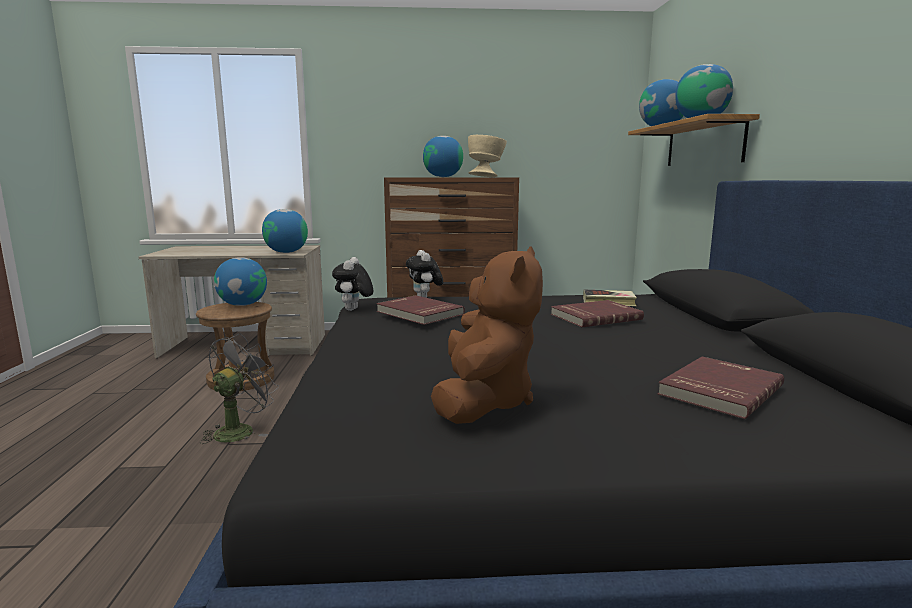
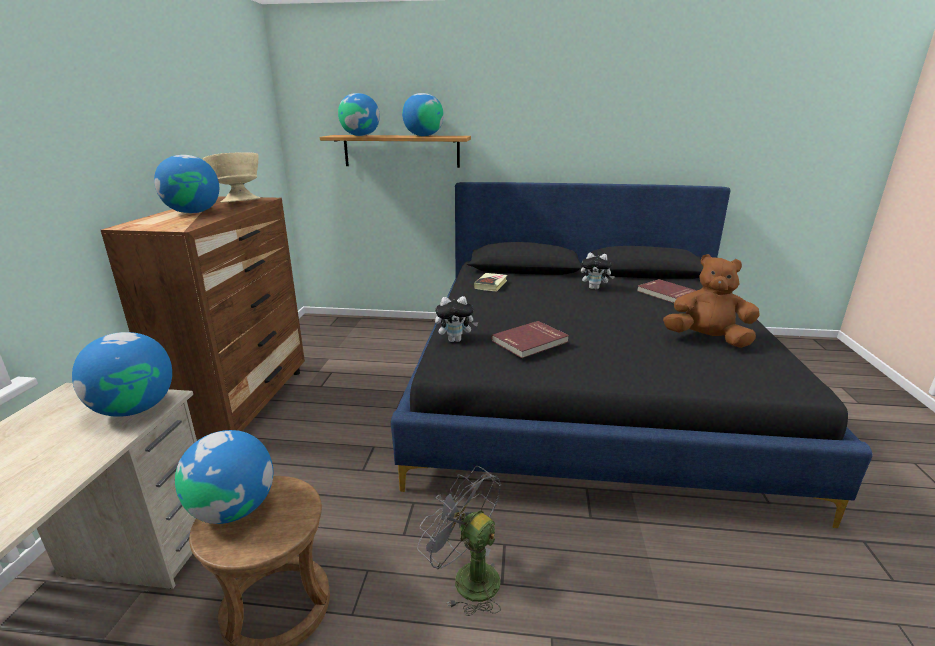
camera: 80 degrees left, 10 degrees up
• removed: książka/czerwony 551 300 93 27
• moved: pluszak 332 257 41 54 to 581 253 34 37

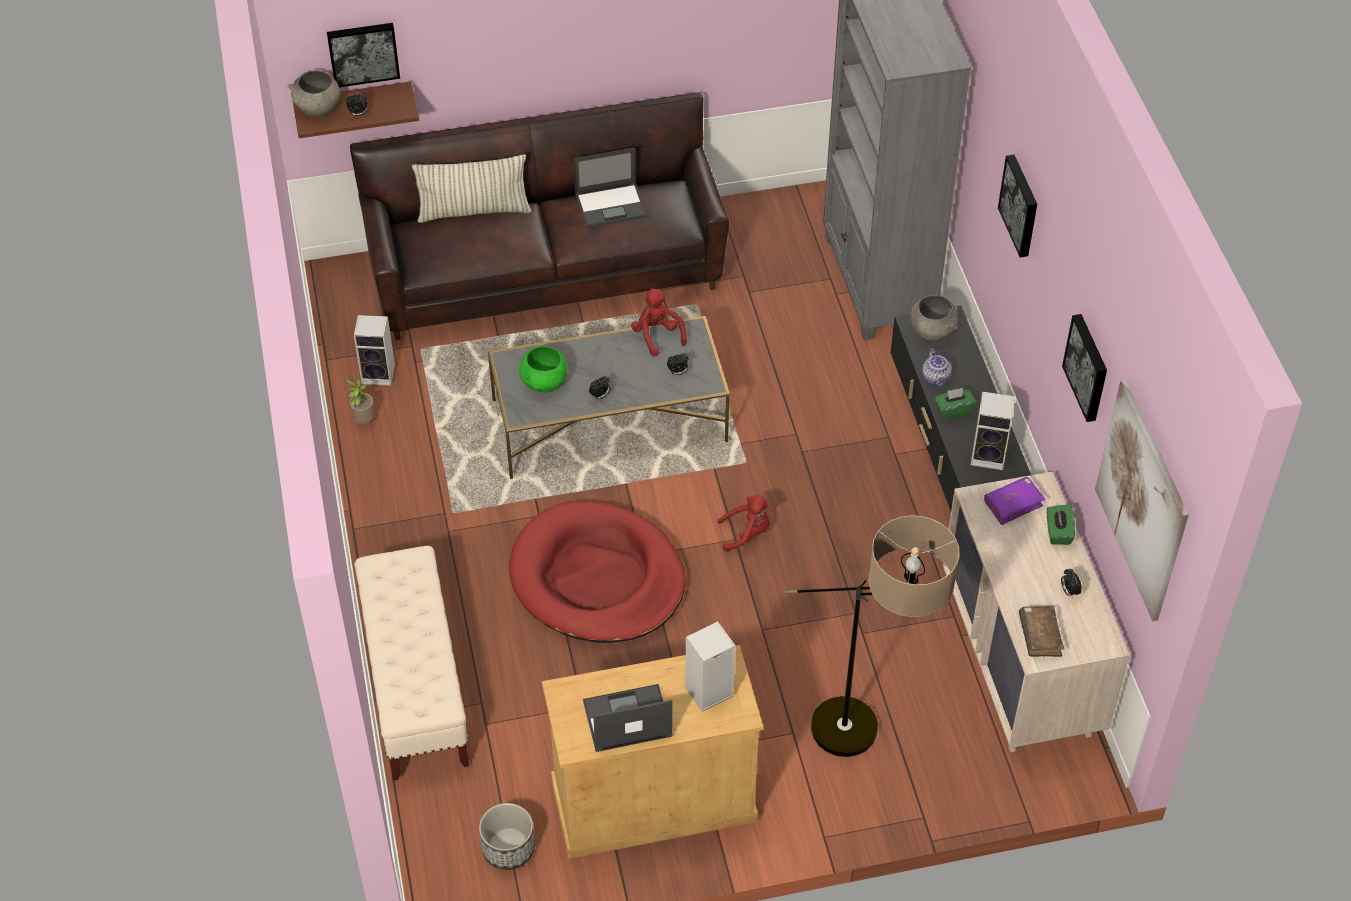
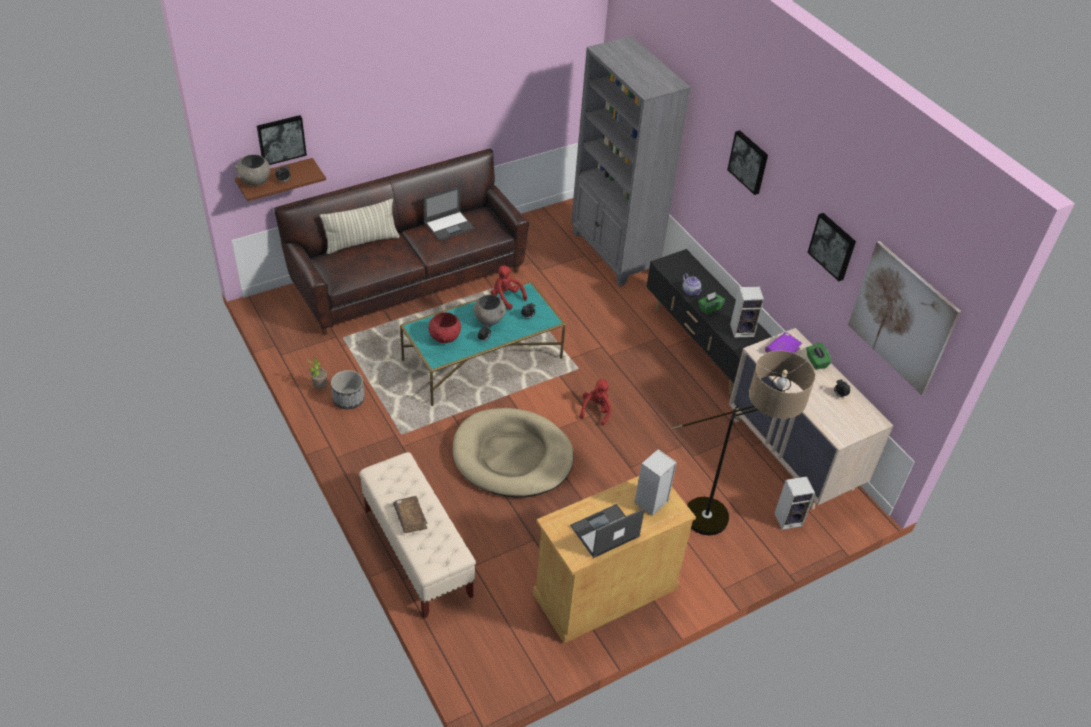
camera: 20 degrees left, 5 degrees down
• moved: głośnik 354 315 41 71 to 774 476 41 54
• moved: donica 479 803 56 67 to 331 370 34 39
• moved: miska/szary 910 295 48 47 to 474 295 32 31
• moved: książka/brązowy 1019 606 45 51 to 393 496 35 37
• recoloured: ława/szary 488 316 242 163 to ława/turkusowy 400 282 166 124
• recoloured: legowisko/czerwony 509 501 177 142 to legowisko/beżowy 453 408 121 89
• recoloured: miska/zielony 519 346 48 47 to miska/czerwony 429 312 32 31
• turned: pluszak/czerwony 718 495 53 57 = 580 380 32 46 45 degrees counterclockwise

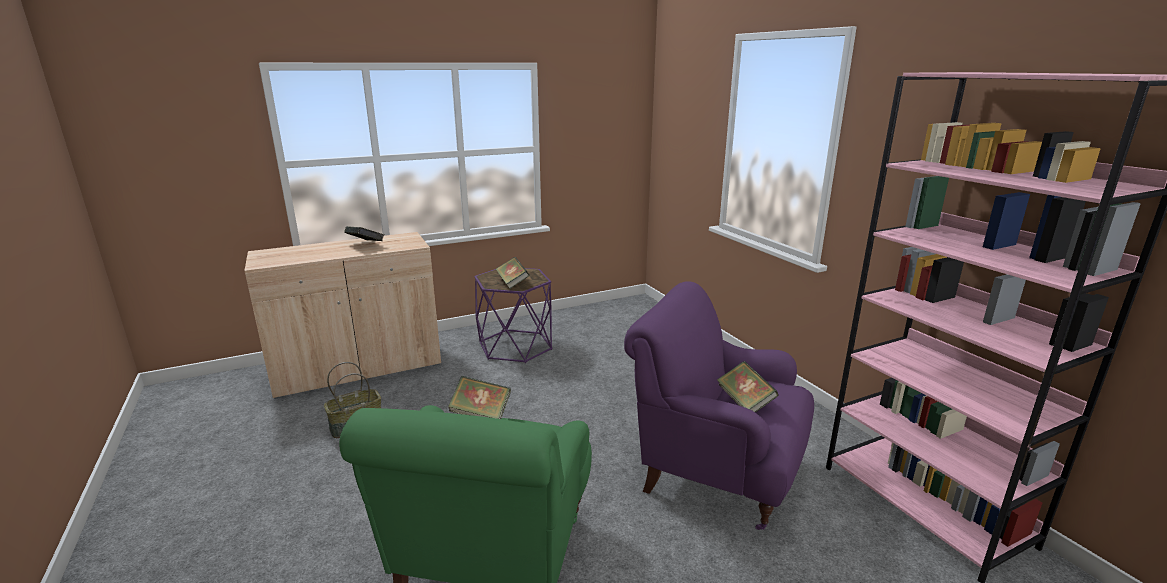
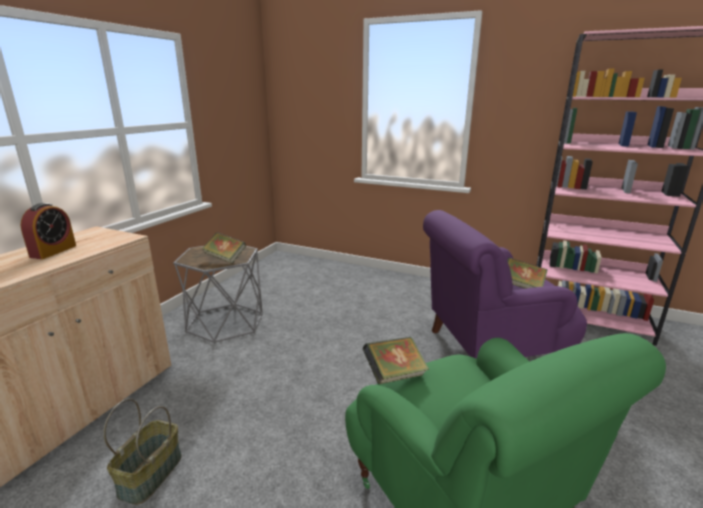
camera: 40 degrees left, 0 degrees up
• replaced: książka 344 226 40 15 to budzik 21 203 55 56
• recoloured: stolik/fioletowy 474 268 78 95 to stolik/szary 173 246 90 98

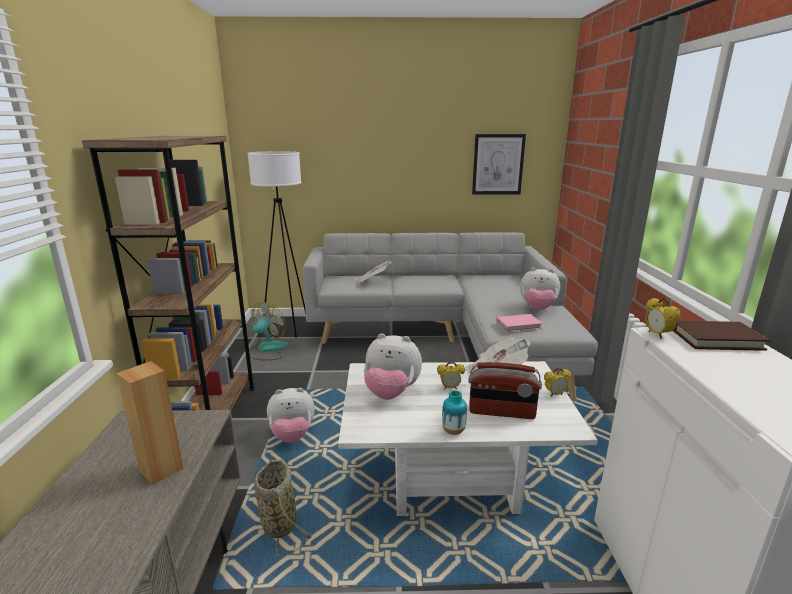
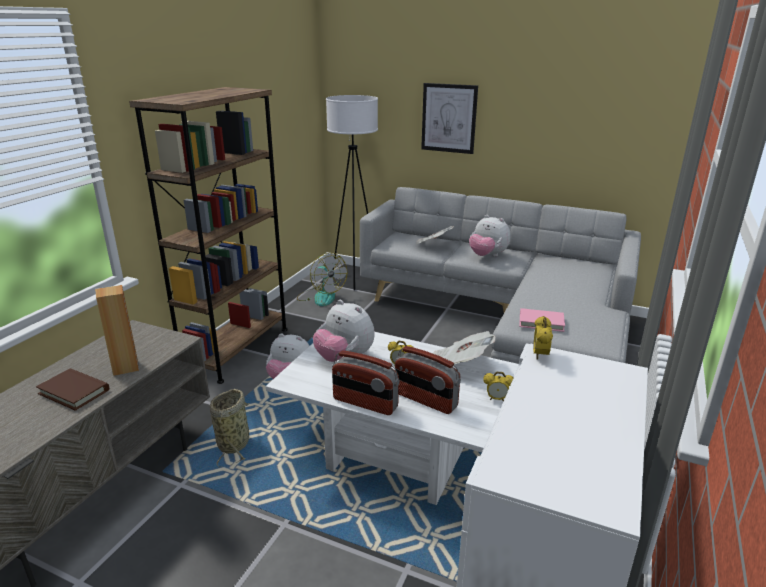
camera: 25 degrees right, 5 degrees up
• moved: obraz 472 134 54 61 to 421 83 57 71
• moved: pluszak 520 267 40 43 to 469 215 42 42
• moved: książka/brązowy 673 321 97 30 to 36 369 73 42
• replaced: wazon 442 390 25 45 to radio 332 350 68 65
• turned: wentylator 250 302 39 58 = 297 253 50 53 90 degrees clockwise

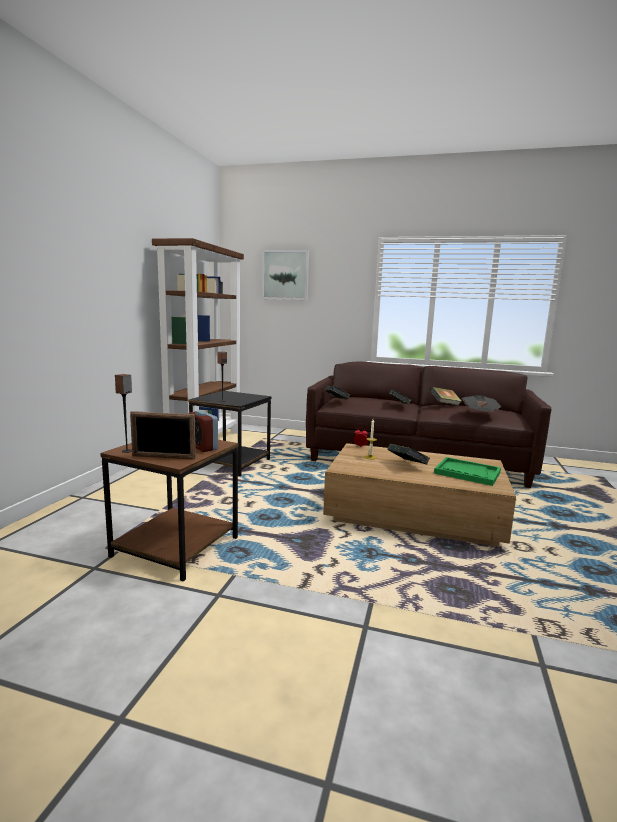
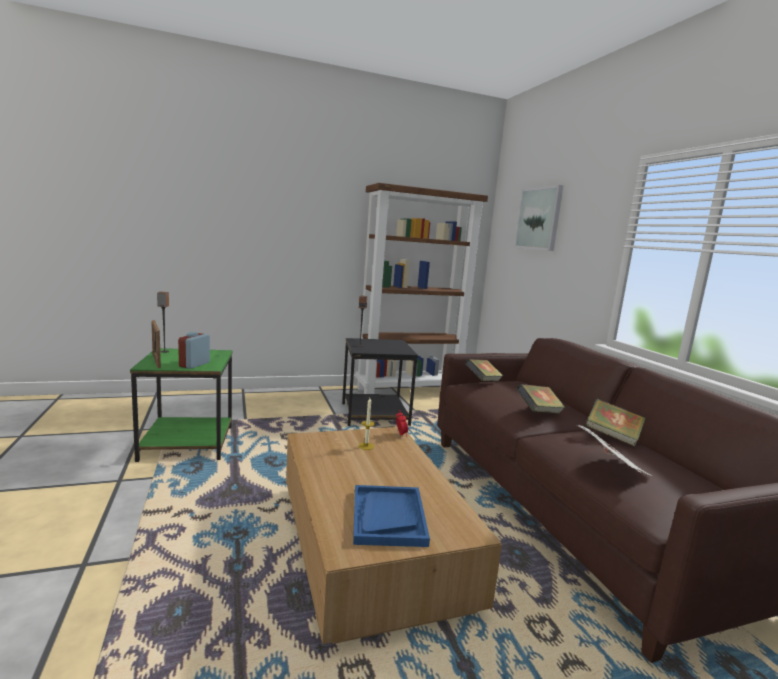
camera: 55 degrees right, 0 degrees up
• removed: książka 387 444 43 21
• recoloured: stolik/brązowy 100 440 138 141 to stolik/zielony 130 348 103 114
• recoloured: taca/zielony 434 457 67 29 to taca/niebieski 353 485 77 62

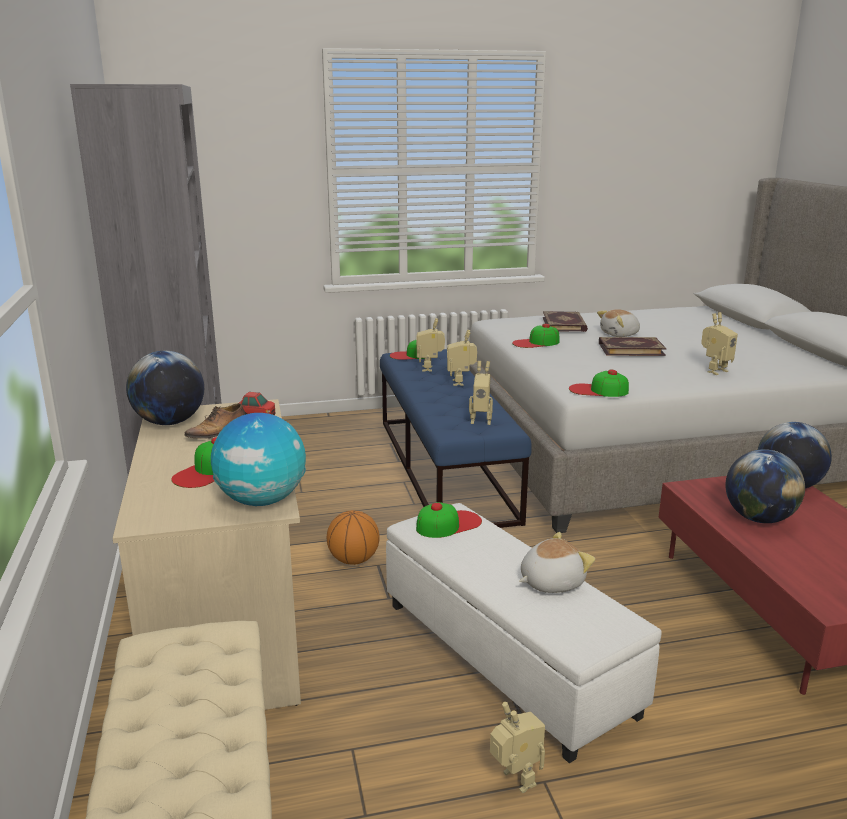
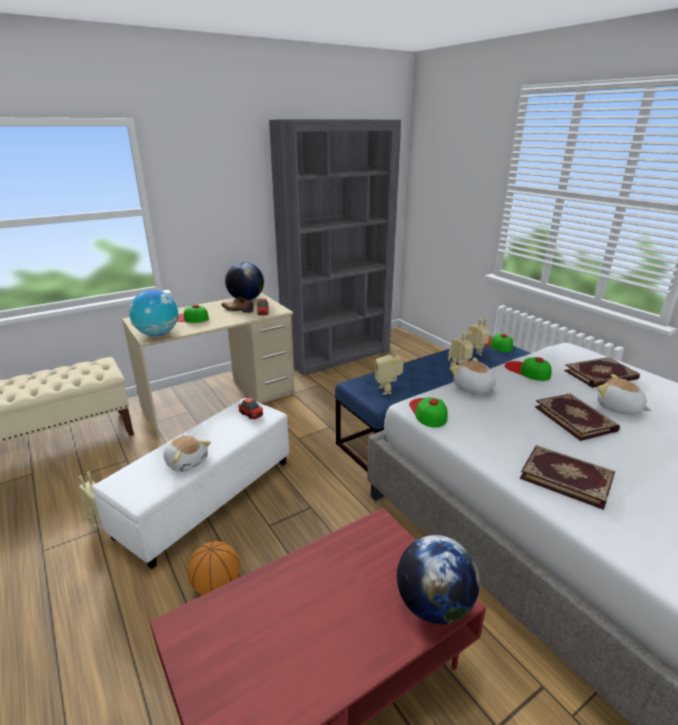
camera: 70 degrees right, 5 degrees up
• removed: globus 726 449 79 74
• added: pluszak 450 357 46 37
• moved: piłka do koszykówki 327 510 53 55 to 187 541 53 54
• replaced: czapka z daszkiem 416 502 66 36 to samochodzik 238 397 25 22
• replaced: robot zabawkowy 701 312 37 63 to książka 520 445 95 65

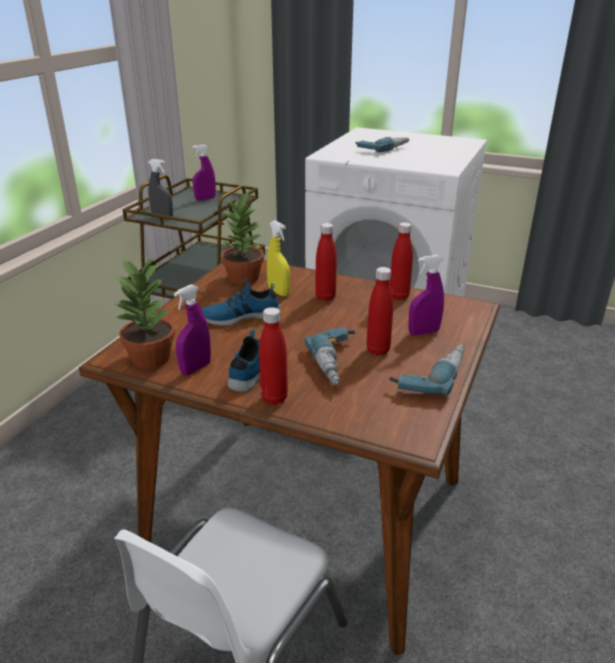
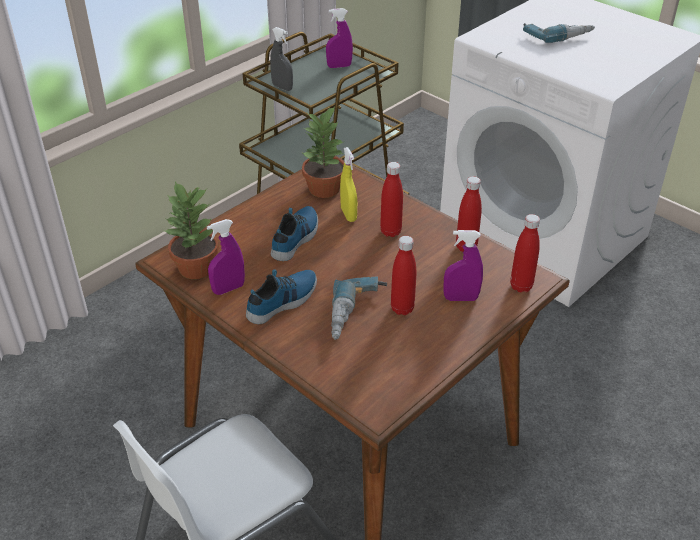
camera: 20 degrees right, 10 degrees up
• removed: wiertarka 389 345 75 51
• moved: butelka/czerwony 259 307 29 98 to 510 214 30 79
• turned: but 201 278 80 48 = 271 206 47 55 105 degrees clockwise

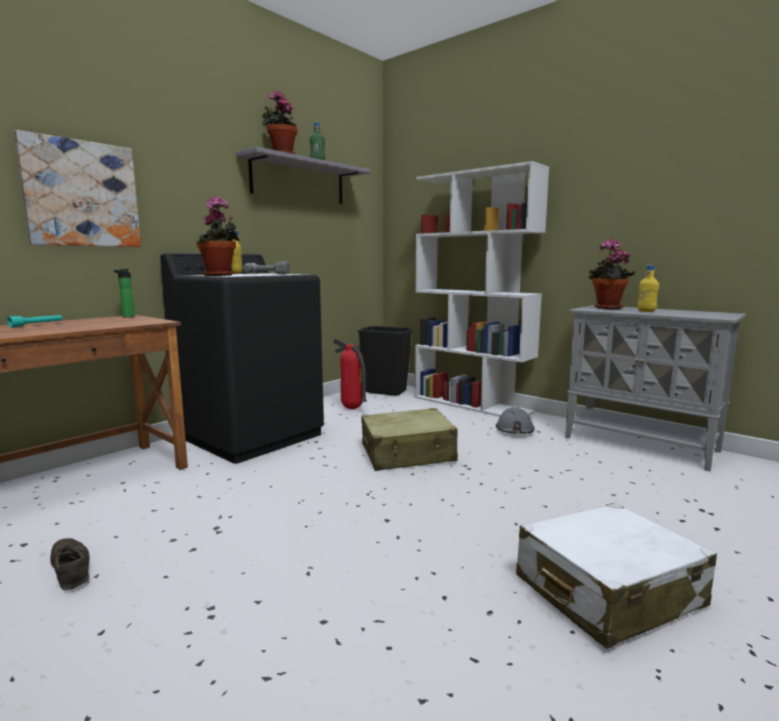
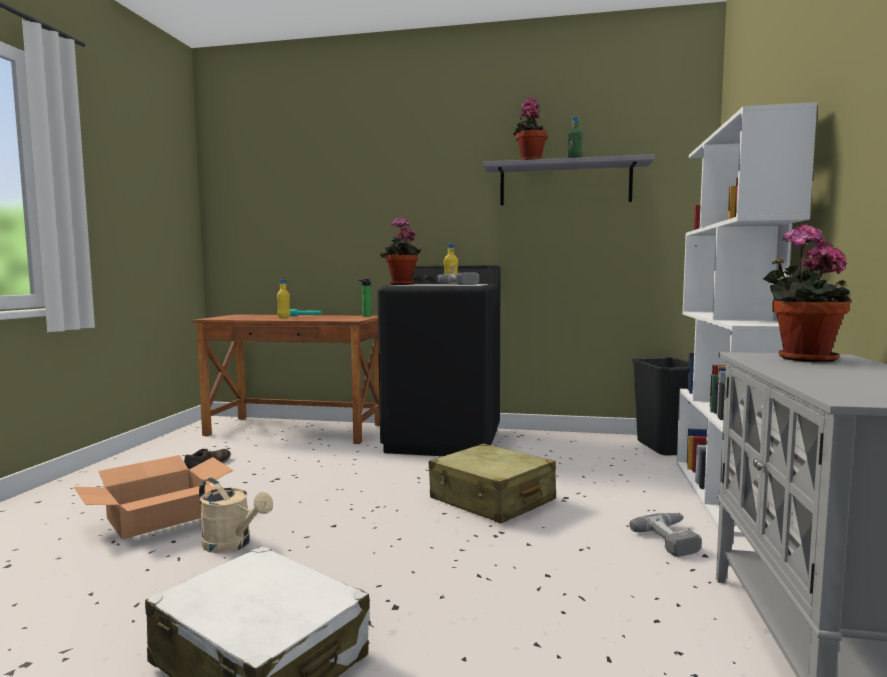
camera: 60 degrees right, 5 degrees down
• removed: obraz 14 130 127 117
• removed: gaśnica 333 339 34 70
• added: karton 74 455 160 84
• added: konewka/beżowy 199 478 74 75
• moved: butelka/żółty 637 265 22 47 to 277 279 13 39
• replaced: kask/szary 496 407 39 27 to wiertarka 629 513 73 44

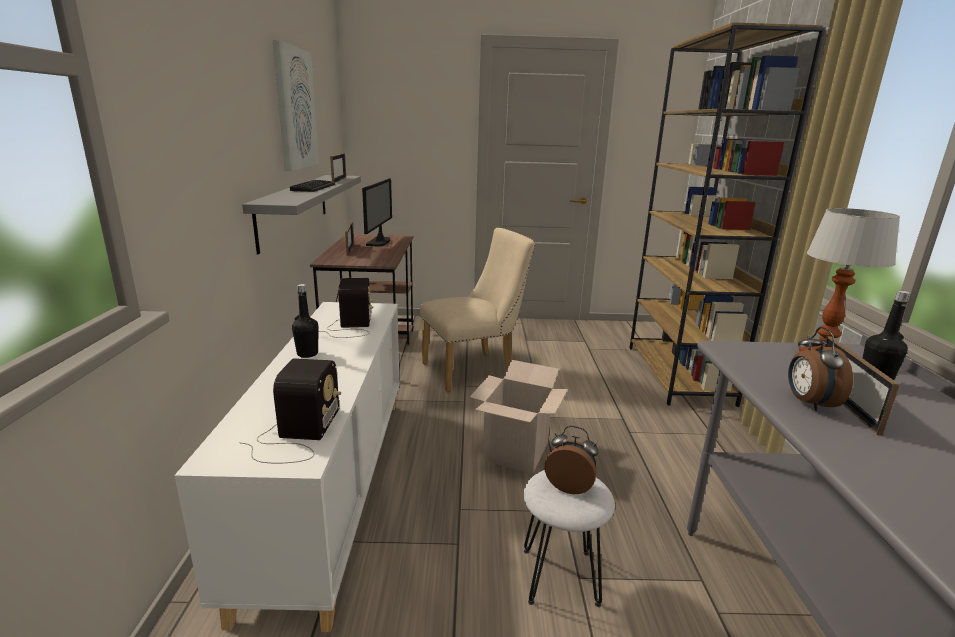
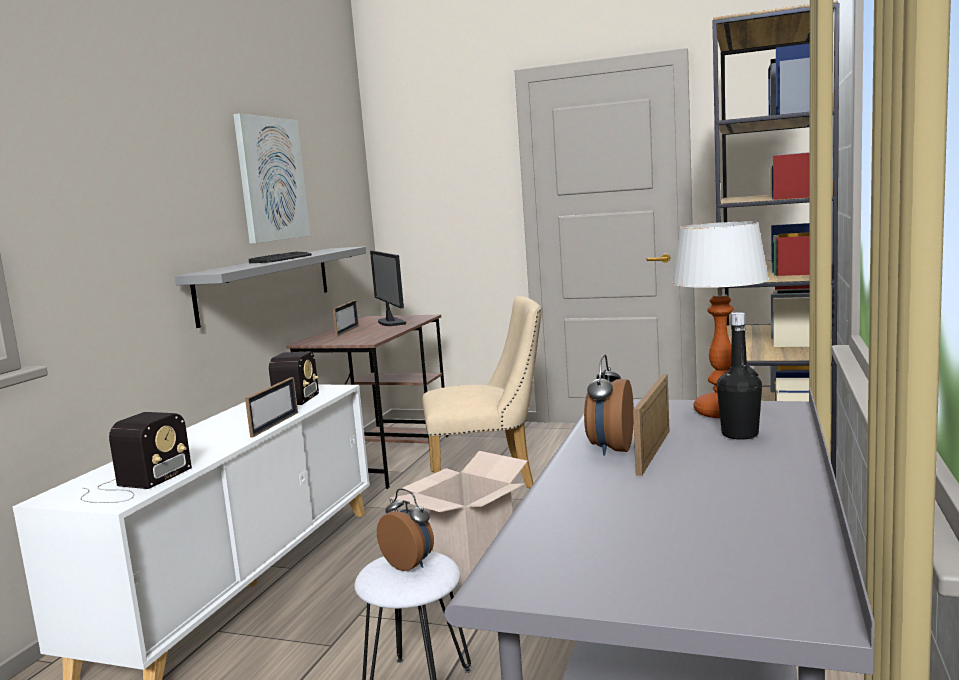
camera: 20 degrees right, 10 degrees down
• removed: butelka/czarny 292 284 26 74
• moved: ramka na zdjęcie 330 153 16 30 to 245 377 53 60
• turned: monitor 362 178 30 68 = 370 251 36 75 135 degrees clockwise

